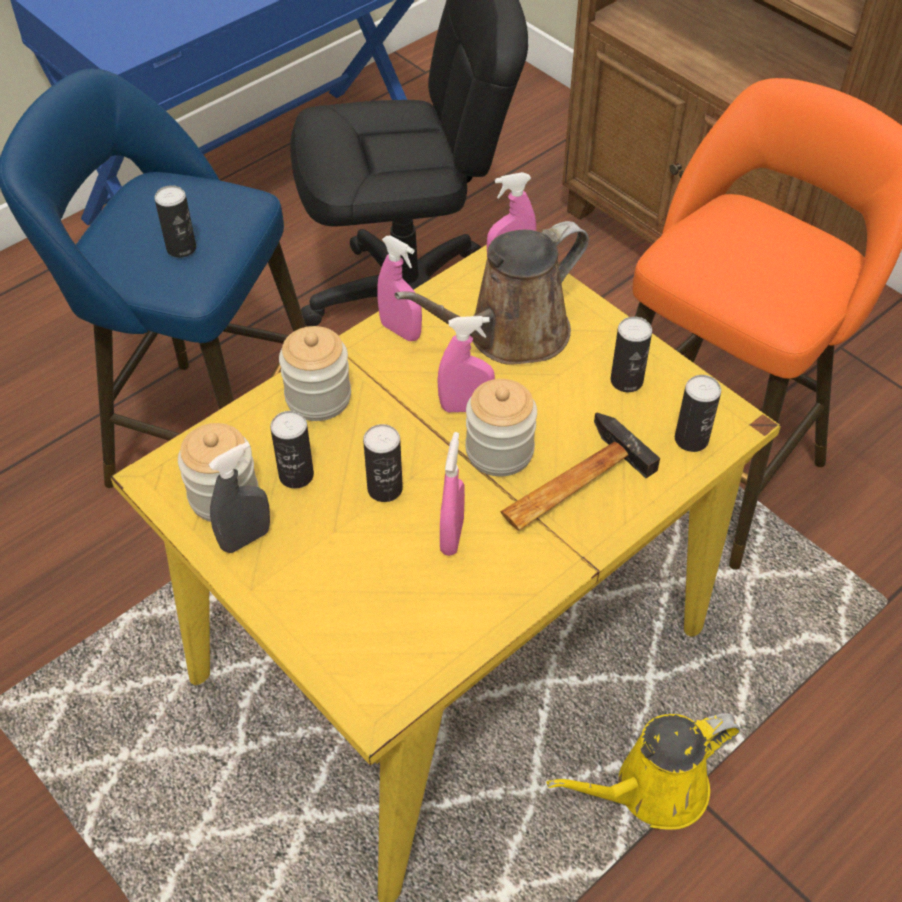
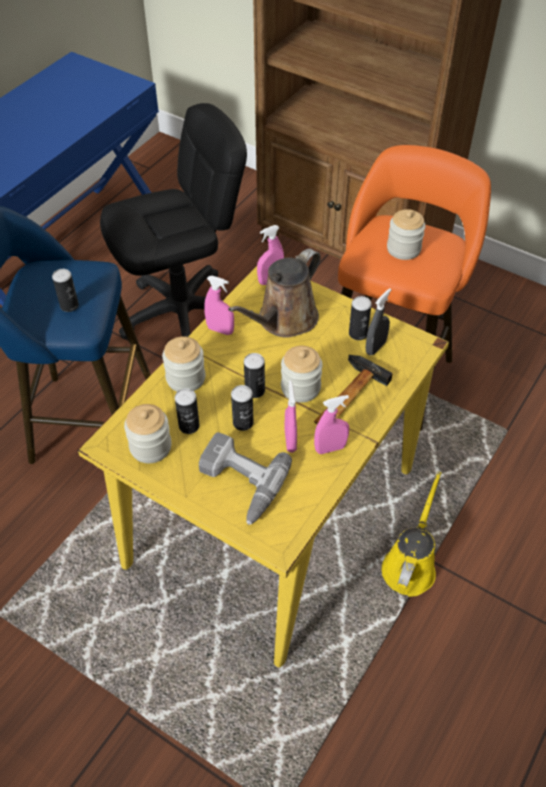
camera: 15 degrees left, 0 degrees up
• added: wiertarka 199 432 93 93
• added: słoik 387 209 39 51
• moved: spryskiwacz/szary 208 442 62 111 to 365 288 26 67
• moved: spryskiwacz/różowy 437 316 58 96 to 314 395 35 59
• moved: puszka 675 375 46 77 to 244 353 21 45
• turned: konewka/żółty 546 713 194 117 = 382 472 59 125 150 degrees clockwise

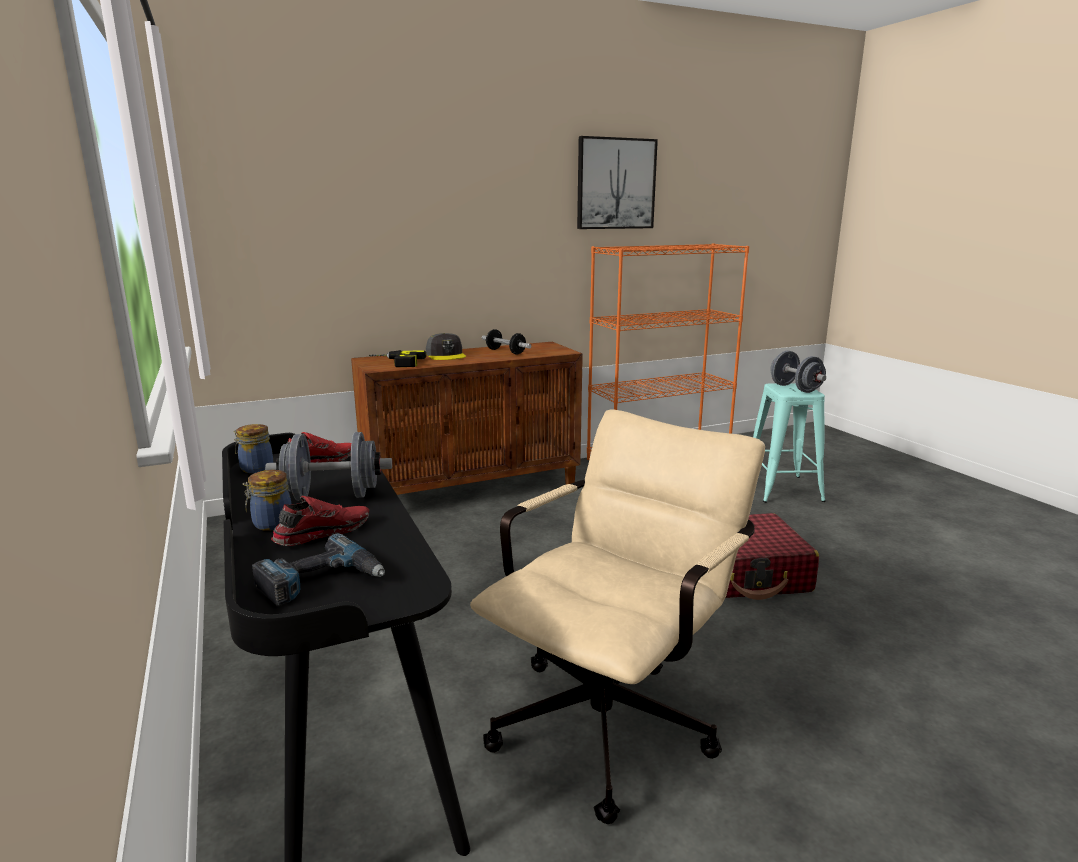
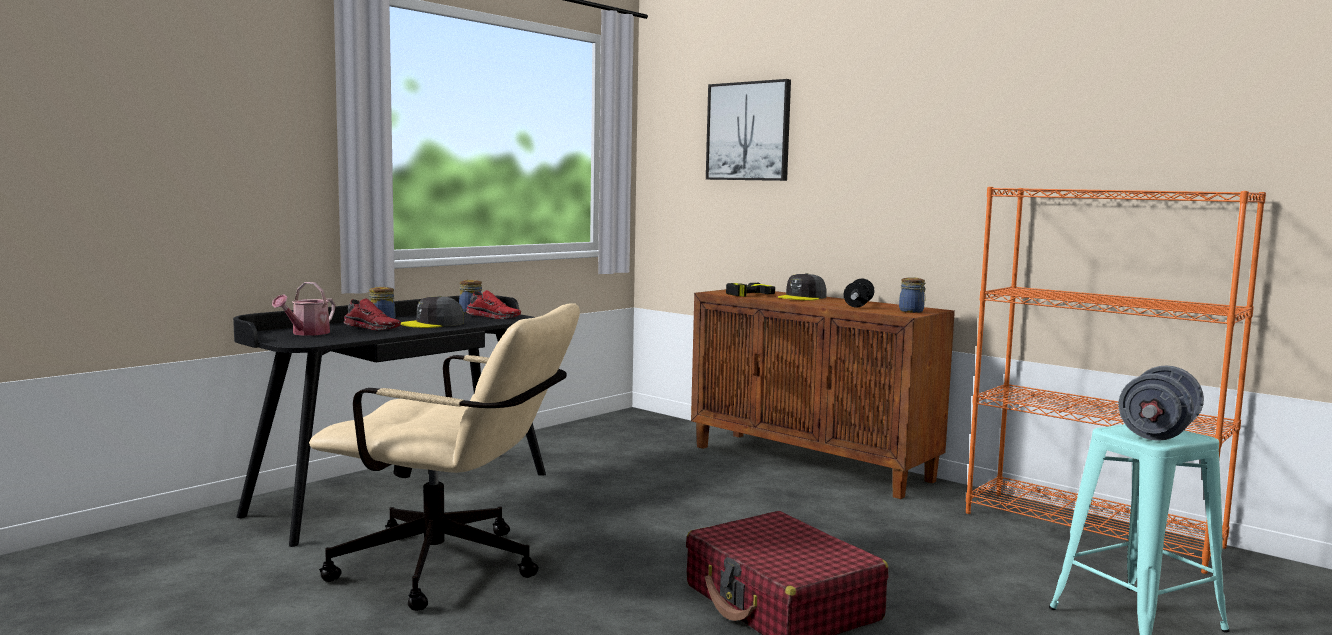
camera: 65 degrees right, 10 degrees down
• added: słoik 899 277 27 36
• moved: obraz 577 136 81 93 to 706 79 85 102
• replaced: wiertarka 252 534 133 72 to konewka 272 282 63 54
• replaced: hantel/szary 265 432 127 68 to czapka z daszkiem/szary 401 296 63 32

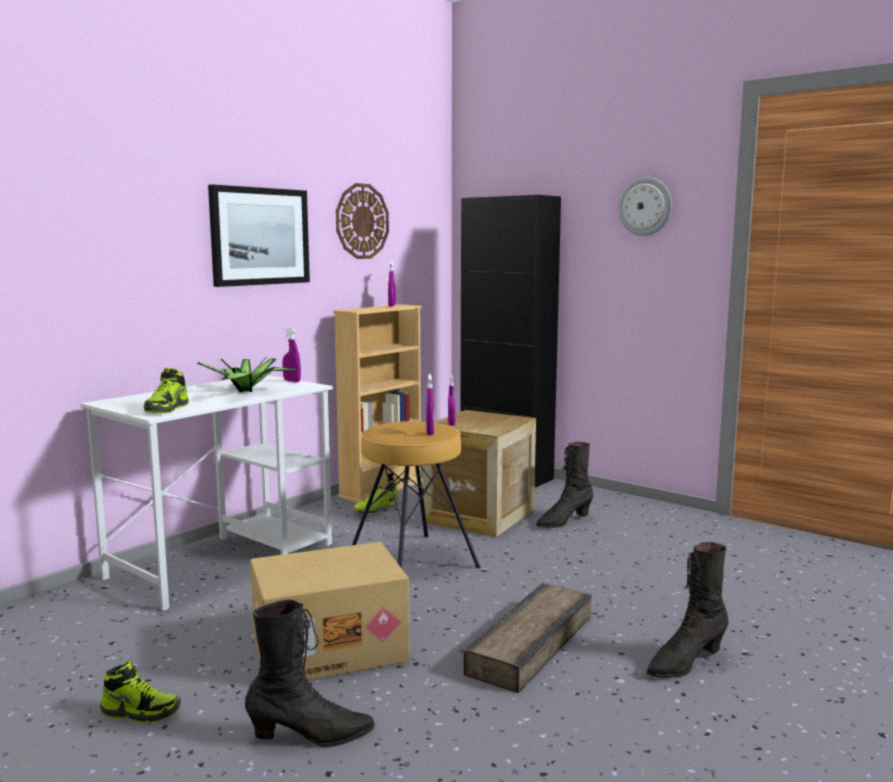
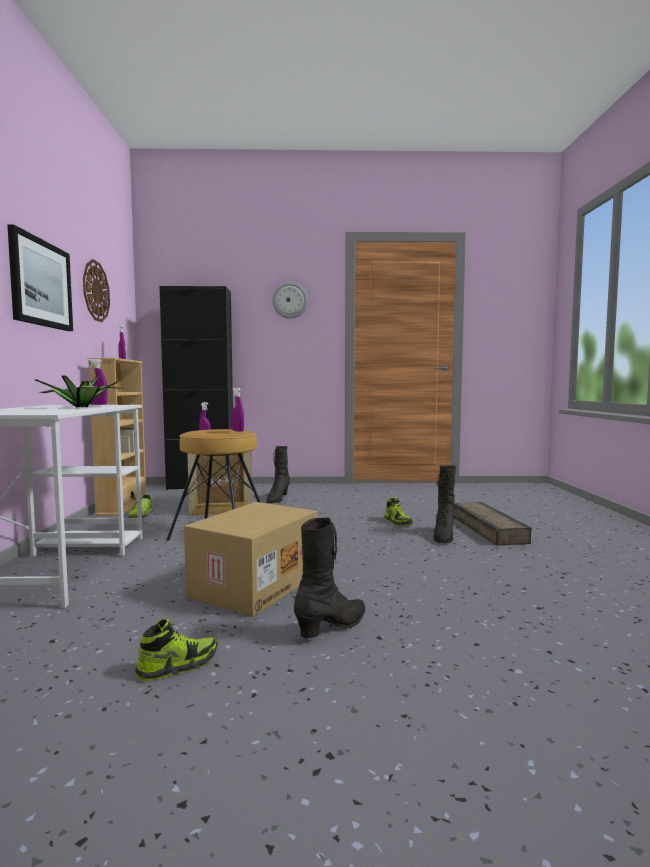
camera: 40 degrees left, 5 degrees down
• moved: but 144 368 45 46 to 384 497 29 29
• moved: skrzynka 463 583 129 110 to 454 502 78 44

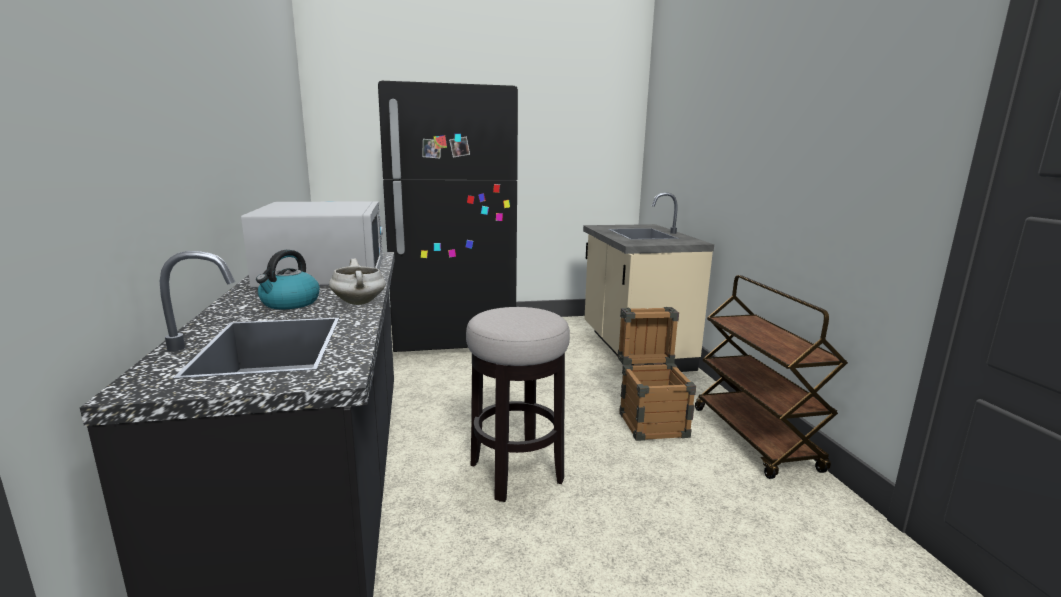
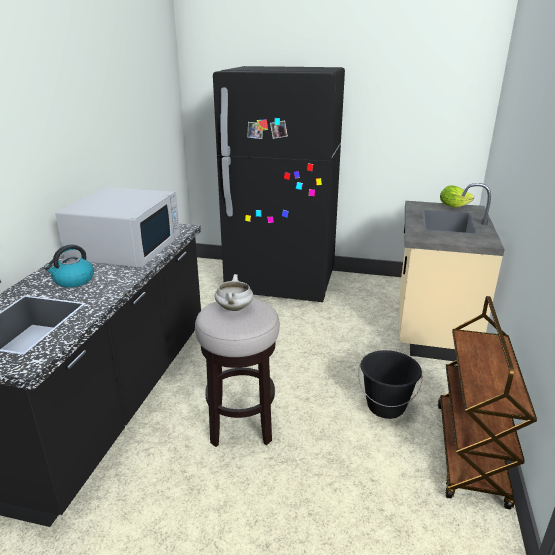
camera: 25 degrees right, 10 degrees up
• added: sałata 440 185 34 23
• moved: garnek/biały 329 259 57 46 to 215 274 38 37
• replaced: skrzynka 618 307 78 134 to wiadro/czarny 358 350 65 69

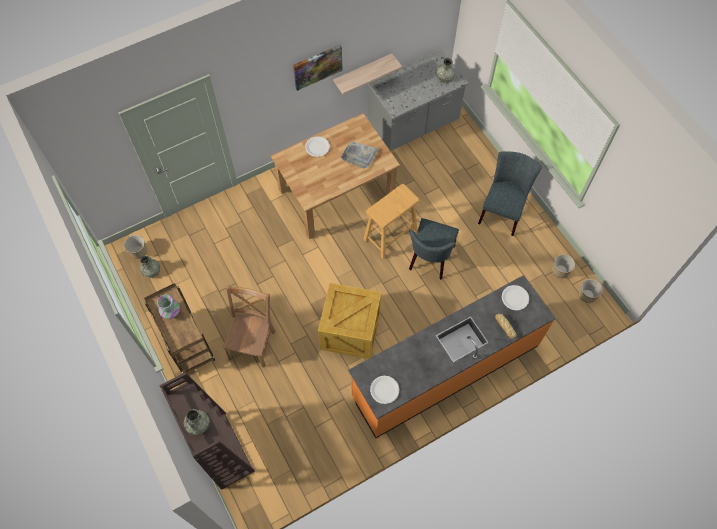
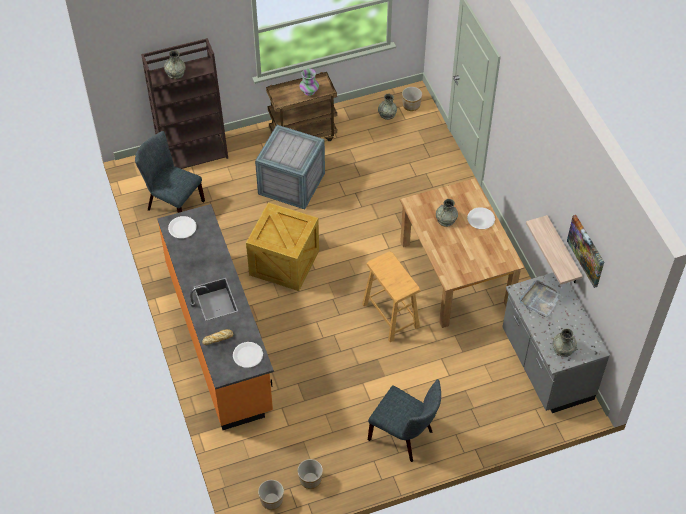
camera: 100 degrees right, 10 degrees down
• added: wazon/szary 436 199 22 28
• moved: obraz 293 45 50 46 to 567 215 37 73
• moved: taca/szary 341 142 38 26 to 520 280 41 38
• moved: krzesło/szary 409 218 50 62 to 135 131 70 82
• replaced: krzesło/brązowy 223 285 53 83 to skrzynka 255 125 70 84

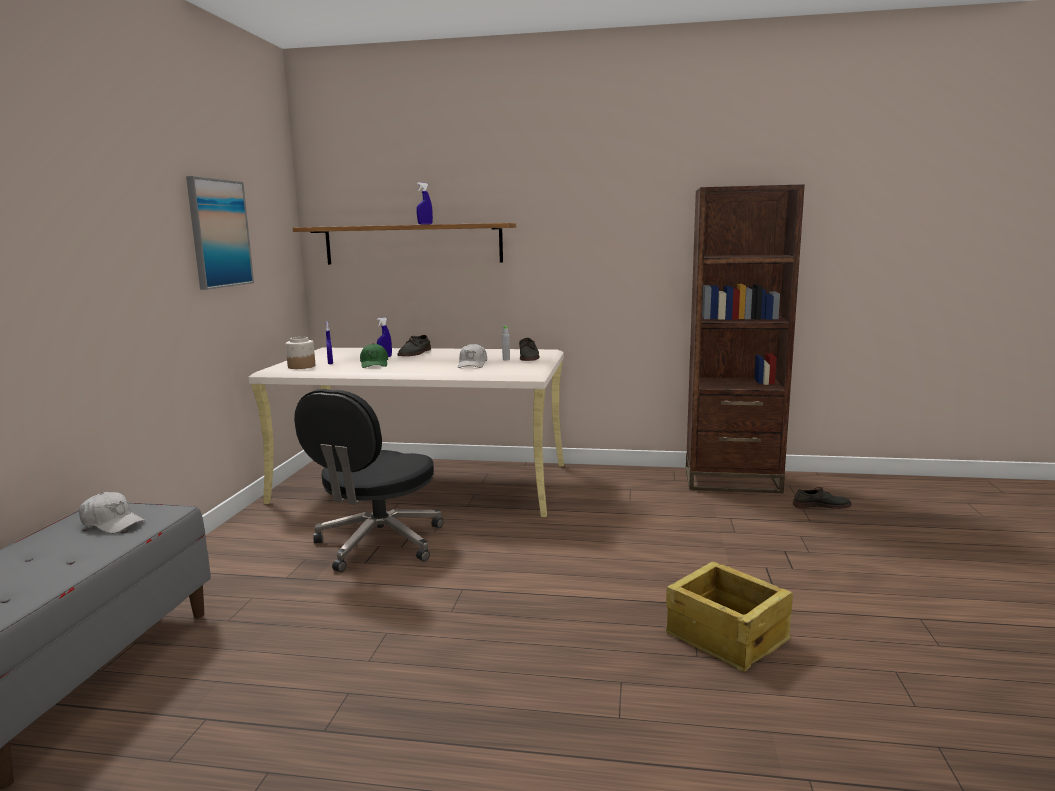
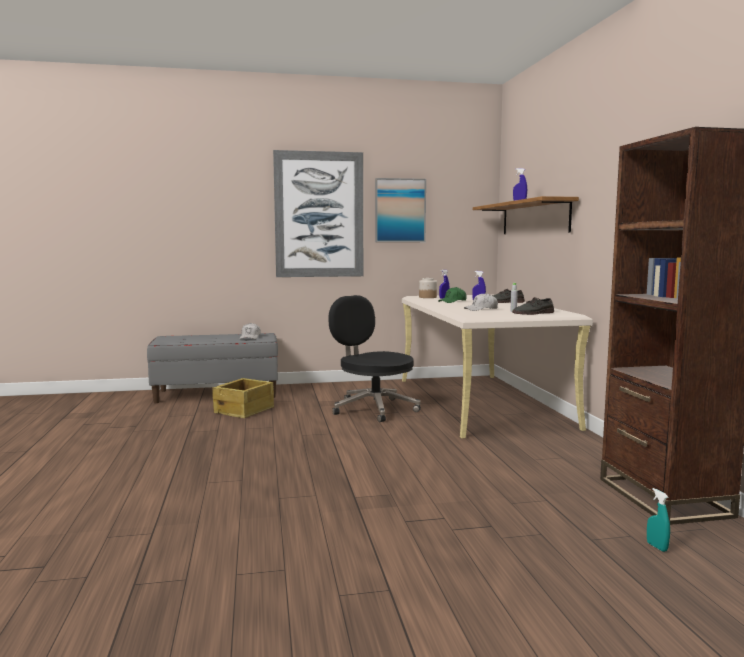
camera: 70 degrees right, 5 degrees down
• added: obraz 273 150 90 127
• moved: skrzynka 666 562 127 110 to 212 378 62 40
• replaced: but/szary 793 487 59 22 to spryskiwacz/turkusowy 647 488 23 64
• turned: krzesło biurowe/czarny 294 389 149 183 = 328 295 93 127 45 degrees clockwise

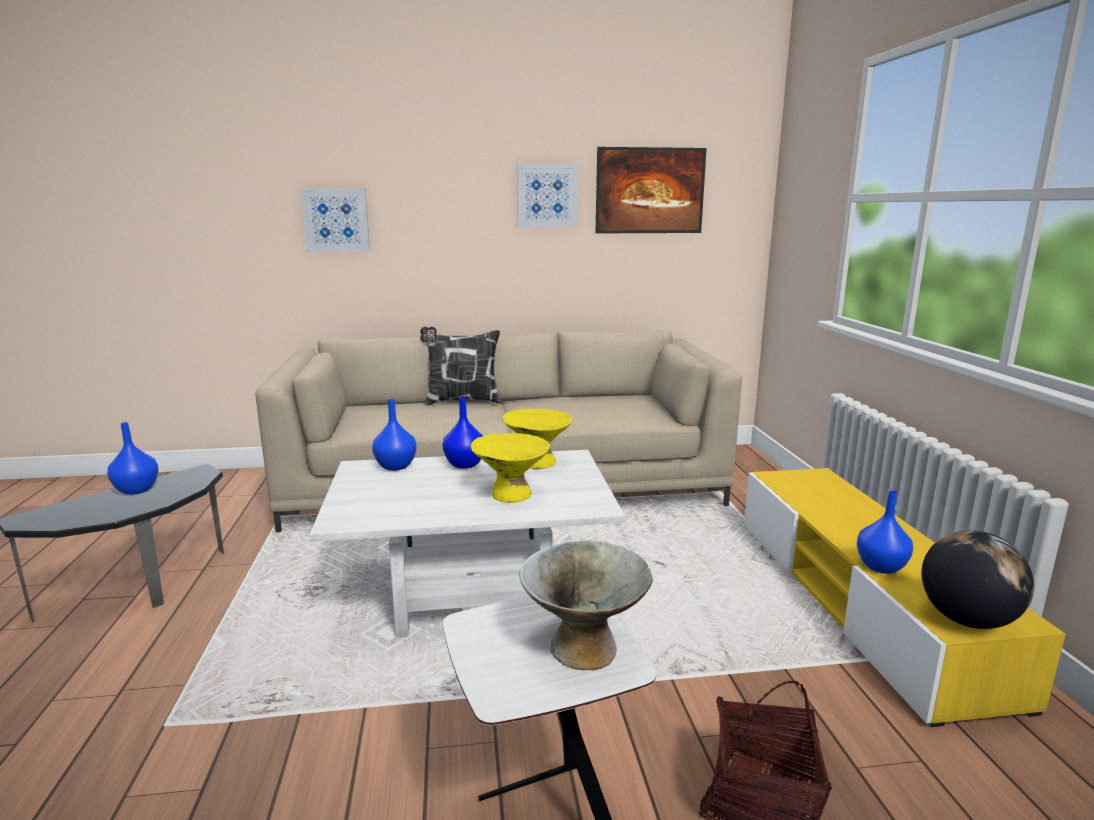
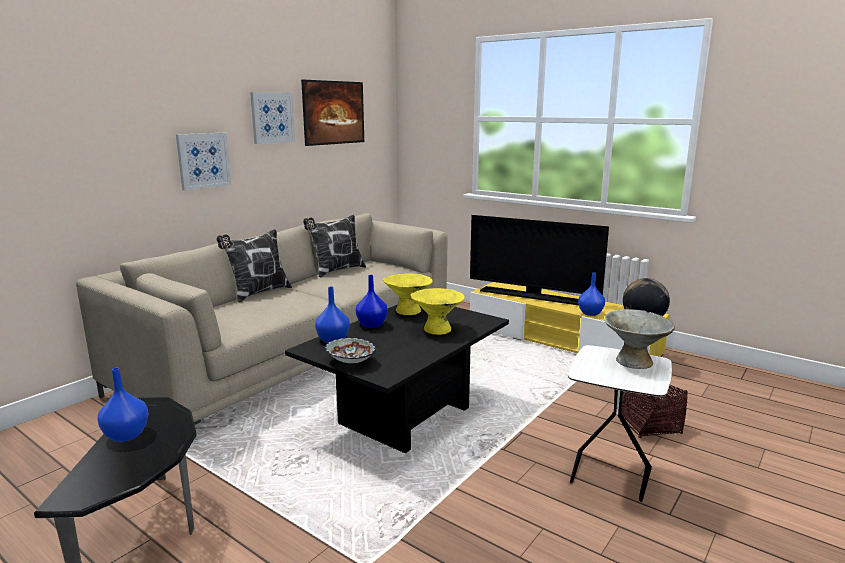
camera: 45 degrees left, 0 degrees up
• added: poduszka 303 215 63 62
• added: miska 325 338 51 25
• added: telewizor 470 215 139 90
• moved: obraz 300 188 70 64 to 176 133 55 58
• recoloured: ława/biały 309 450 316 188 to ława/czarny 285 305 224 148

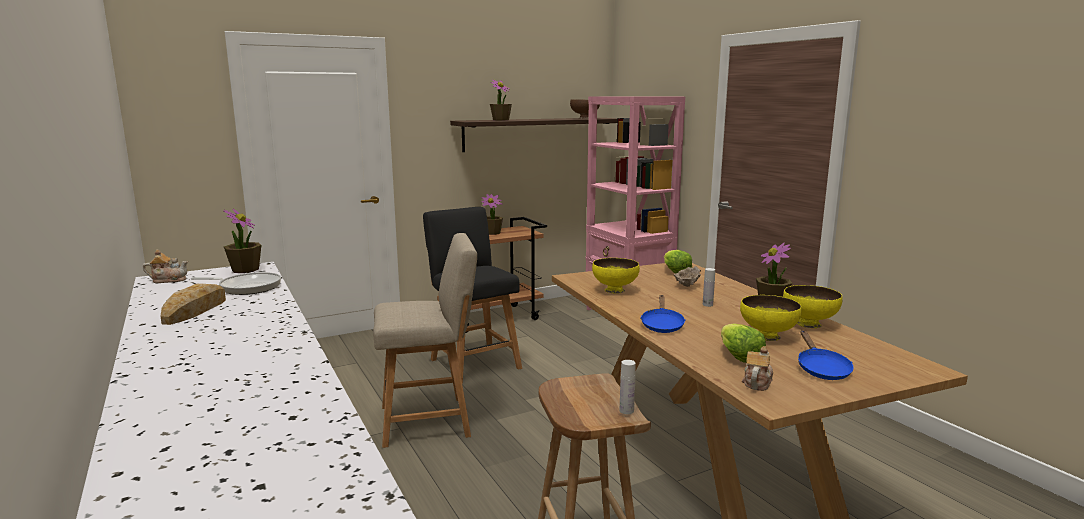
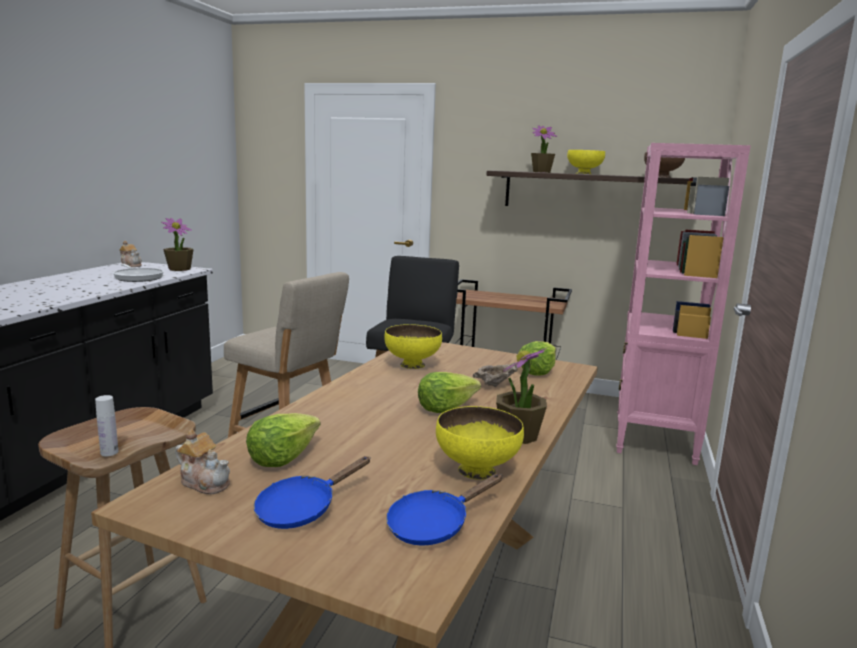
camera: 45 degrees right, 0 degrees up
• removed: chleb 160 284 66 41
• removed: roślina doniczkowa 481 194 22 41
• moved: patelnia/niebieski 640 295 45 38 to 386 474 117 72
• moved: miska/żółty 740 295 62 46 to 567 150 38 24
• replaced: butelka/biały 703 268 12 39 to sałata 418 372 63 41
• turned: imbryk 742 346 31 45 = 175 429 55 65 45 degrees clockwise

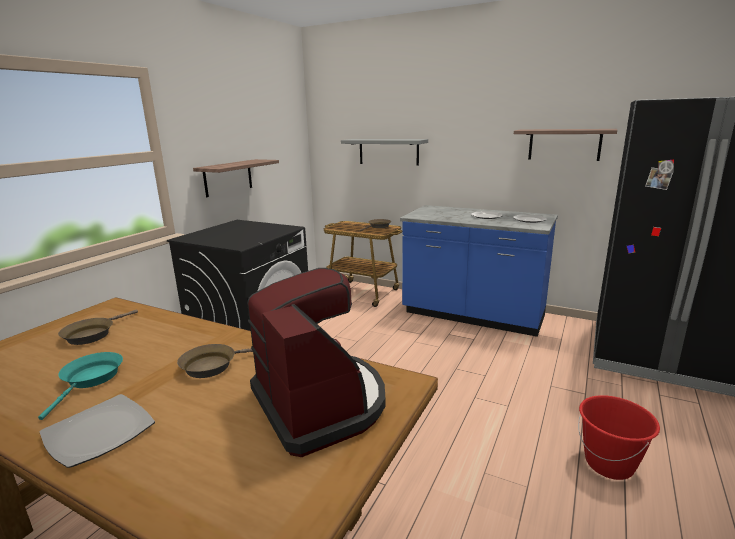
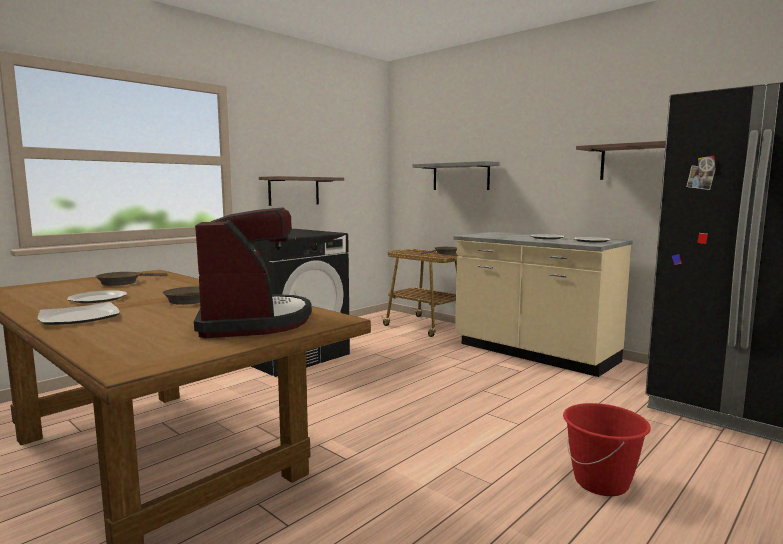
camera: 15 degrees right, 10 degrees down
• replaced: patelnia/turkusowy 38 352 85 68 to talerz 67 290 60 13
• recoloured: zabudowa kuchenna/niebieski 400 205 158 132 to zabudowa kuchenna/beżowy 454 231 179 146

